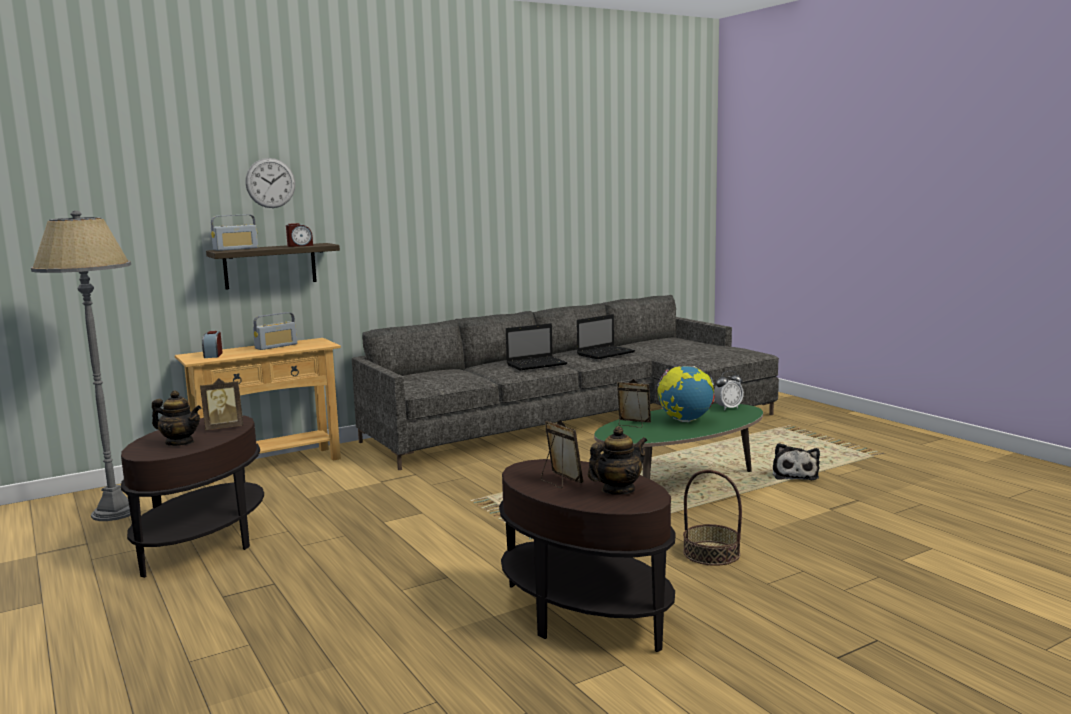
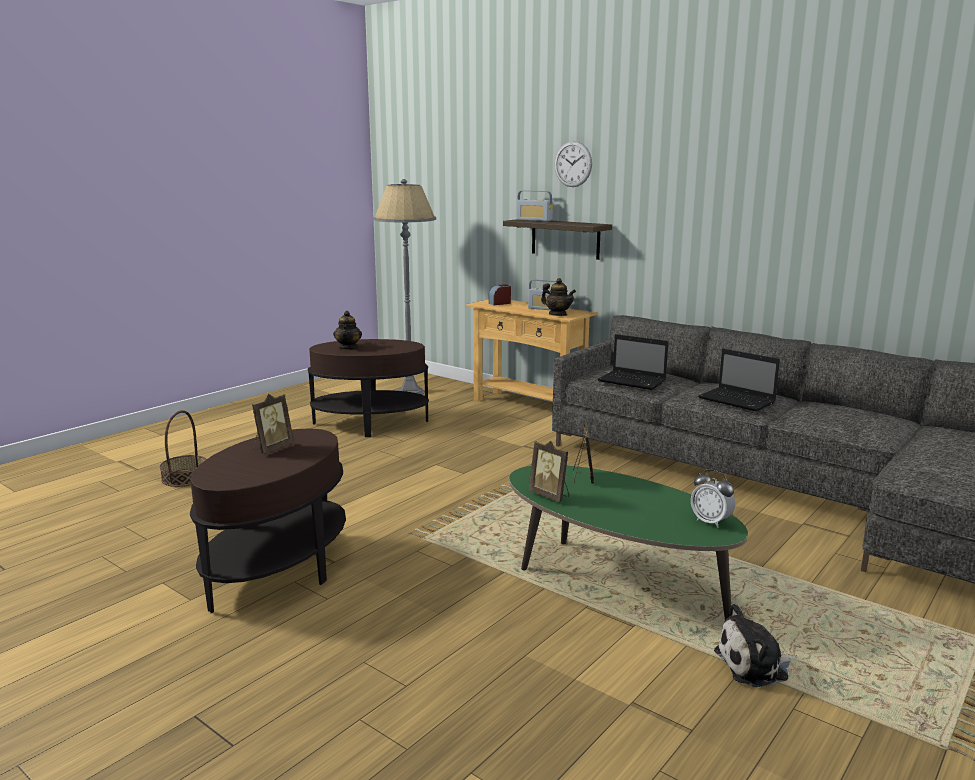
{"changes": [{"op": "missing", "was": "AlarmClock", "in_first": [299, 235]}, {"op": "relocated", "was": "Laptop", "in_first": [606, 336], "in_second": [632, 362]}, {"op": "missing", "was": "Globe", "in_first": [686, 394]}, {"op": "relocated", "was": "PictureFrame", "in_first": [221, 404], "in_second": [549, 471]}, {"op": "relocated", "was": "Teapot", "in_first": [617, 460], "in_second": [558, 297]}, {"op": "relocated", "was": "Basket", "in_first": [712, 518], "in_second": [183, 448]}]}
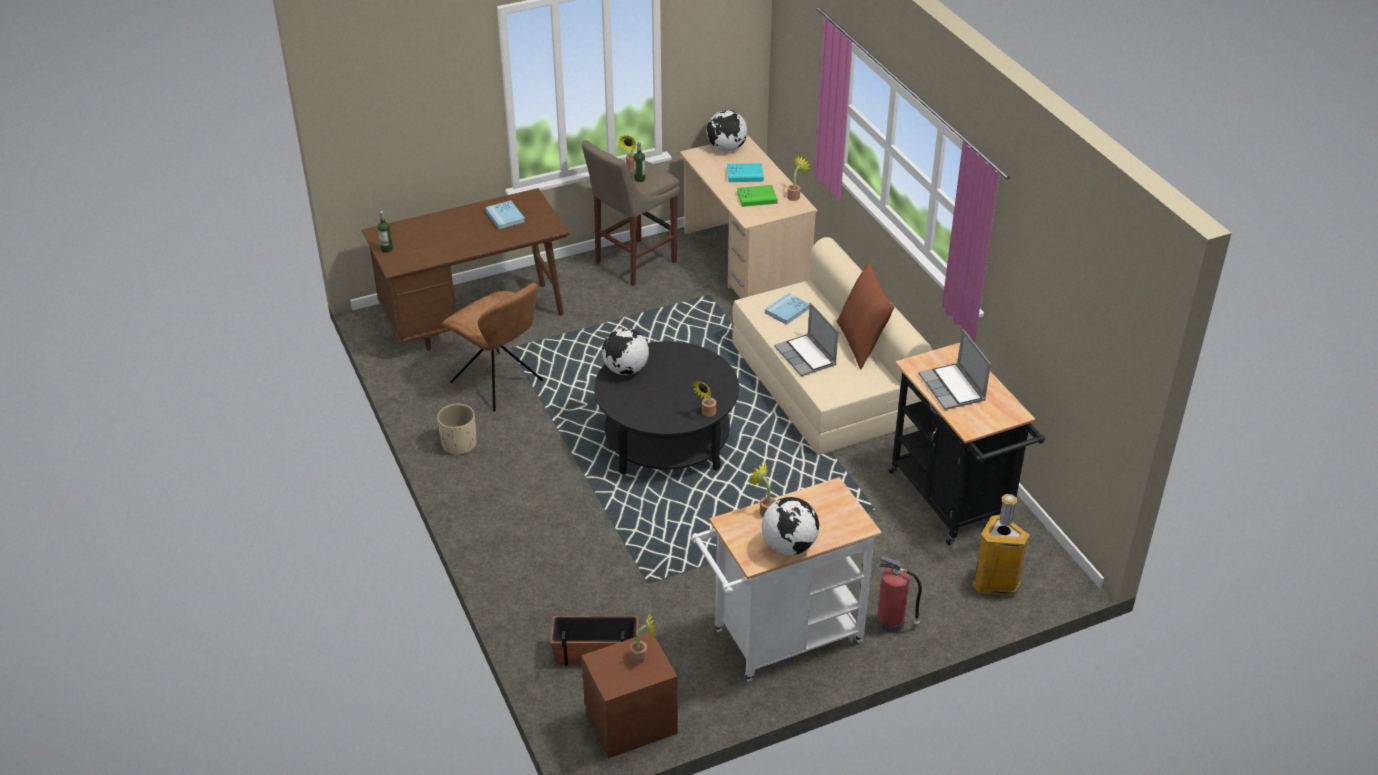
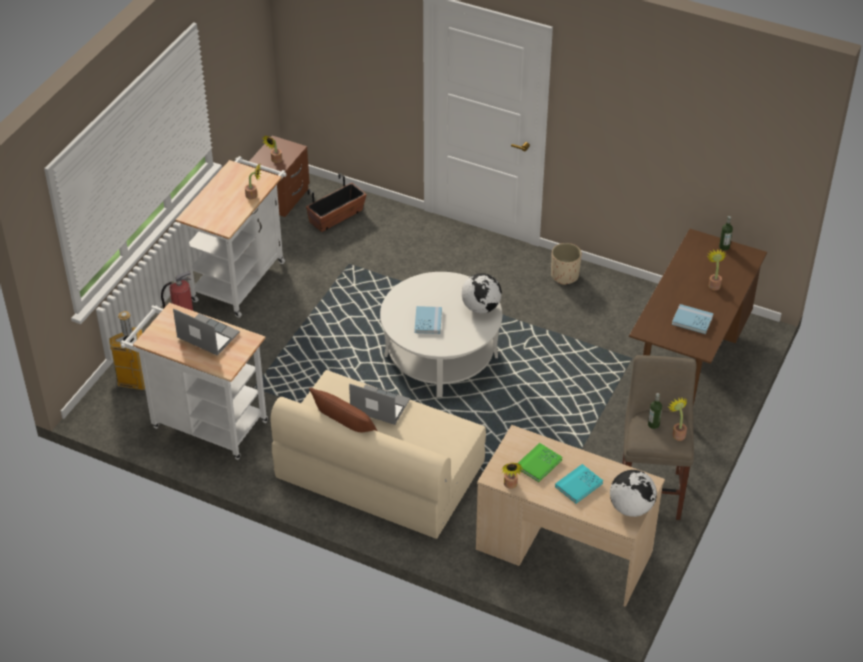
{"changes": [{"op": "missing", "was": "BrownChair", "in_first": [492, 346]}, {"op": "relocated", "was": "BlueBook", "in_first": [787, 309], "in_second": [428, 320]}, {"op": "colour", "was": "BlackCoffeeTable", "now": "WhiteCoffeeTable", "in_first": [666, 408], "in_second": [441, 334]}, {"op": "colour", "was": "BlackCart", "now": "WhiteCart", "in_first": [967, 444], "in_second": [194, 381]}, {"op": "relocated", "was": "PottedPlant", "in_first": [704, 399], "in_second": [716, 270]}, {"op": "missing", "was": "Globe", "in_first": [790, 526]}]}
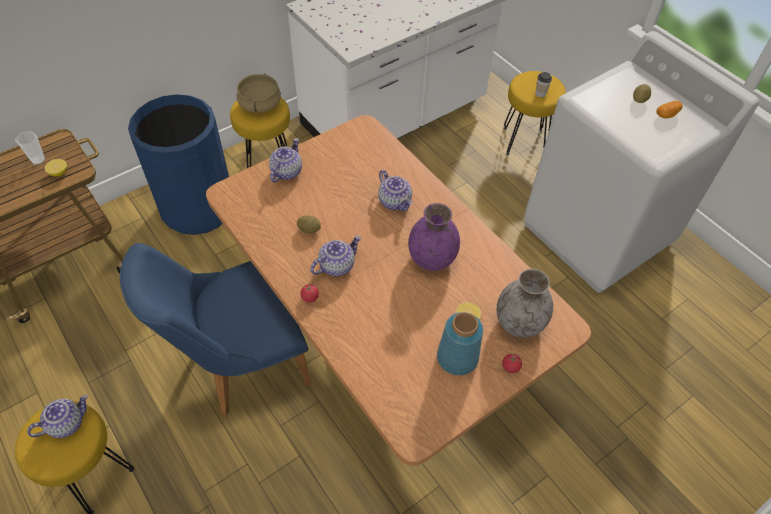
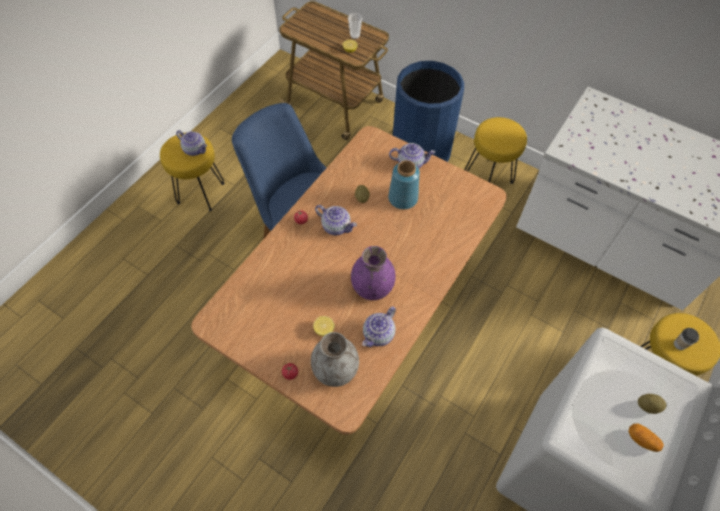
{"changes": [{"op": "missing", "was": "BeigeCookingPot", "in_first": [258, 93]}, {"op": "relocated", "was": "Teapot", "in_first": [395, 190], "in_second": [379, 326]}, {"op": "relocated", "was": "BlueVase", "in_first": [460, 343], "in_second": [404, 184]}]}
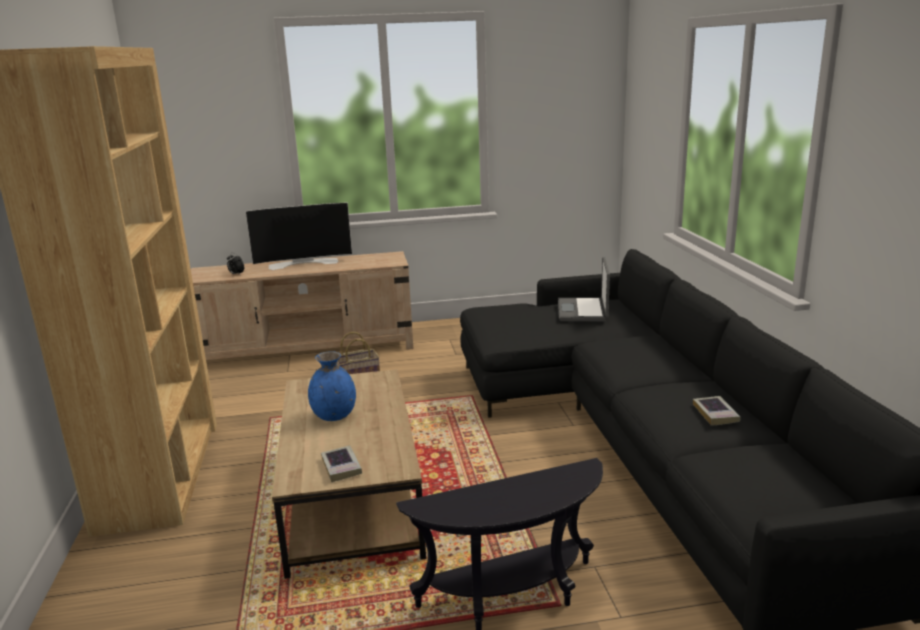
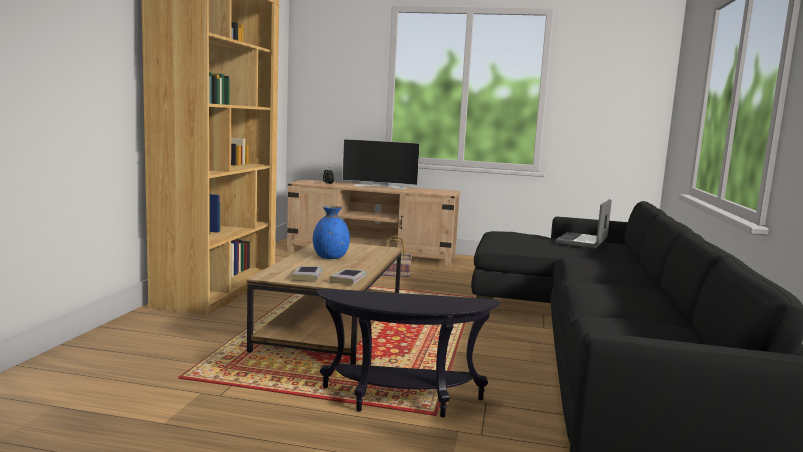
{"changes": [{"op": "relocated", "was": "Book", "in_first": [717, 411], "in_second": [348, 276]}]}
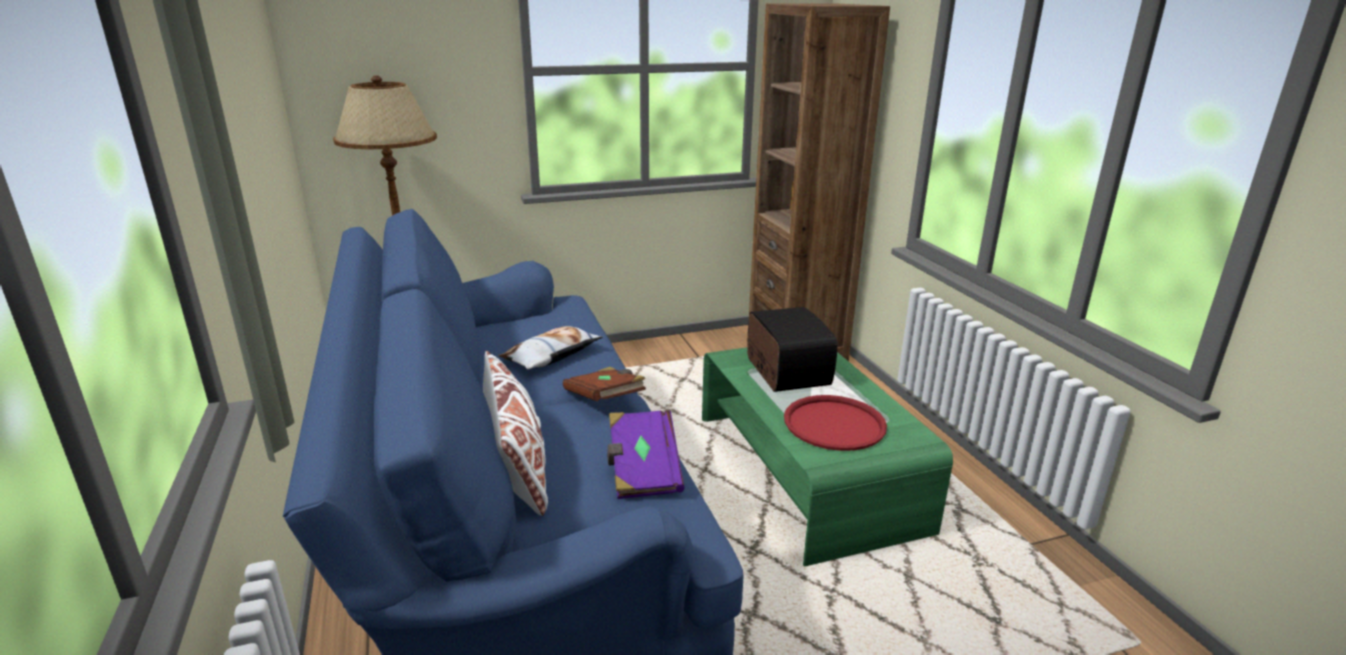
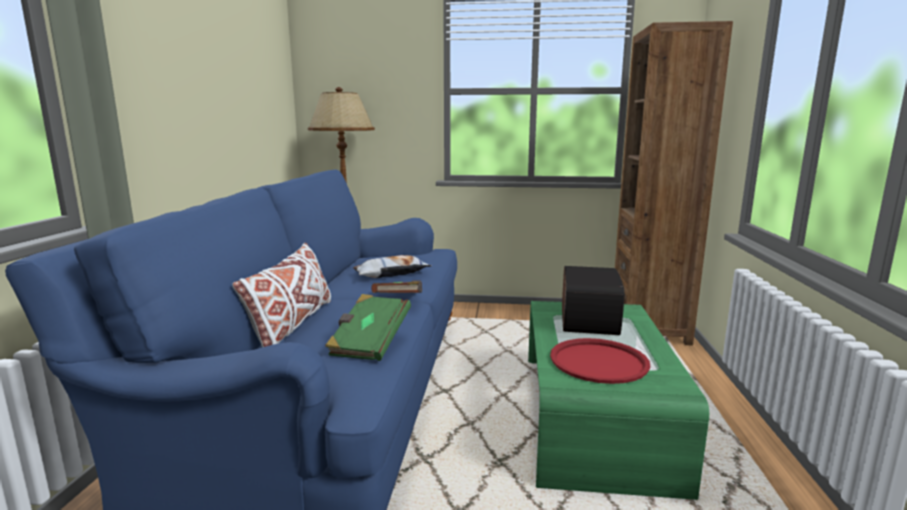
{"changes": [{"op": "colour", "was": "PurpleBook", "now": "GreenBook", "in_first": [646, 454], "in_second": [368, 327]}]}
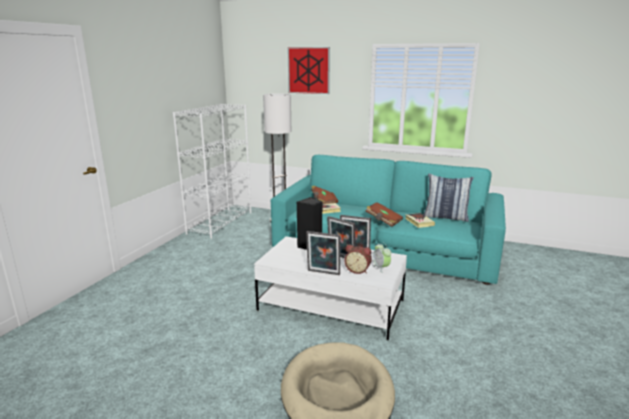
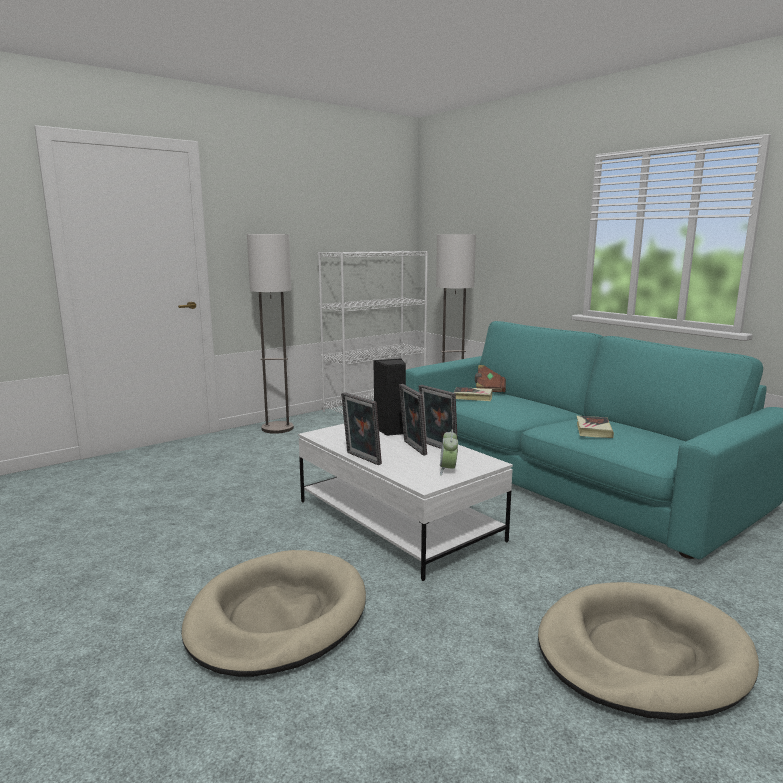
{"changes": [{"op": "missing", "was": "Picture", "in_first": [309, 70]}, {"op": "missing", "was": "Pillow", "in_first": [449, 197]}, {"op": "missing", "was": "BrownBook", "in_first": [384, 214]}, {"op": "missing", "was": "AlarmClock", "in_first": [358, 259]}, {"op": "appeared", "now": "FloorLamp", "in_second": [270, 334]}, {"op": "appeared", "now": "BeigeDogBed", "in_second": [648, 651]}]}
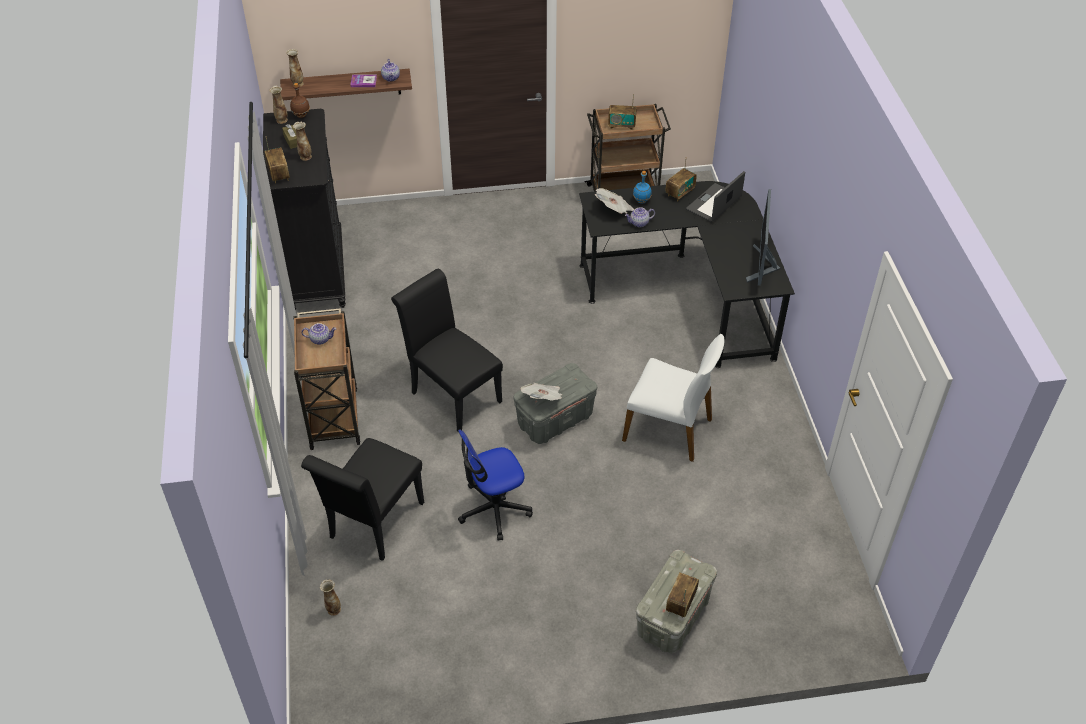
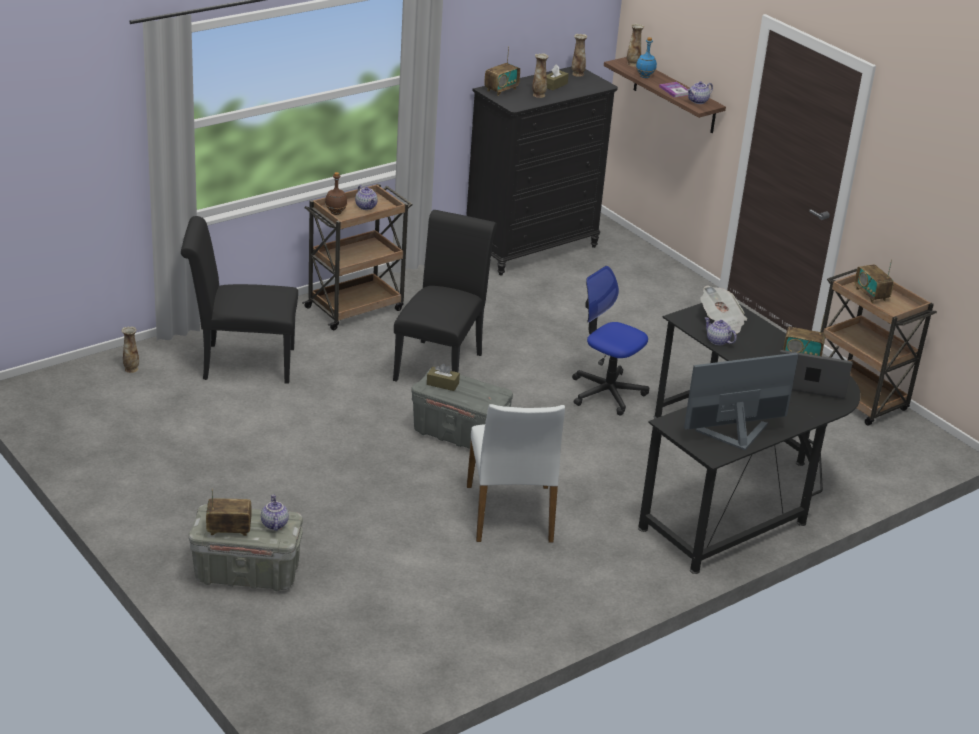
{"changes": [{"op": "relocated", "was": "BrownBottle", "in_first": [300, 100], "in_second": [336, 193]}, {"op": "relocated", "was": "BlueBottle", "in_first": [642, 187], "in_second": [646, 57]}, {"op": "exchanged", "was": "Newspaper", "now": "BrownTissueBox", "in_first": [541, 392], "in_second": [443, 377]}, {"op": "relocated", "was": "OfficeChair", "in_first": [495, 485], "in_second": [610, 340]}, {"op": "appeared", "now": "Teapot", "in_second": [275, 512]}]}
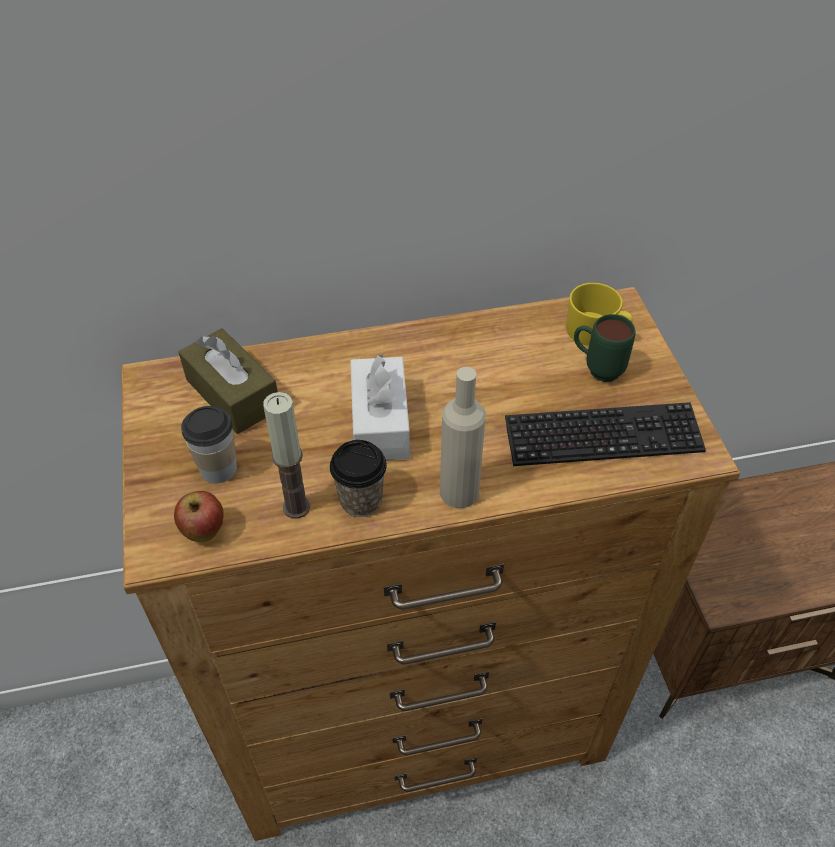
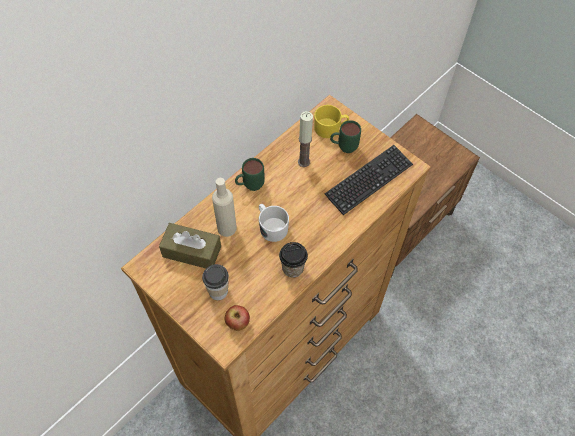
{"changes": [{"op": "exchanged", "was": "WhiteTissueBox", "now": "WhiteMug", "in_first": [380, 407], "in_second": [274, 223]}, {"op": "relocated", "was": "BeigeBottle", "in_first": [463, 437], "in_second": [224, 207]}, {"op": "relocated", "was": "Candle", "in_first": [286, 455], "in_second": [305, 139]}, {"op": "appeared", "now": "GreenMug", "in_second": [250, 174]}]}
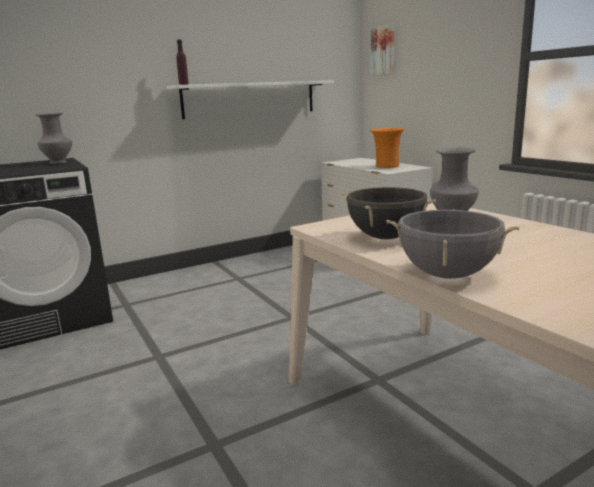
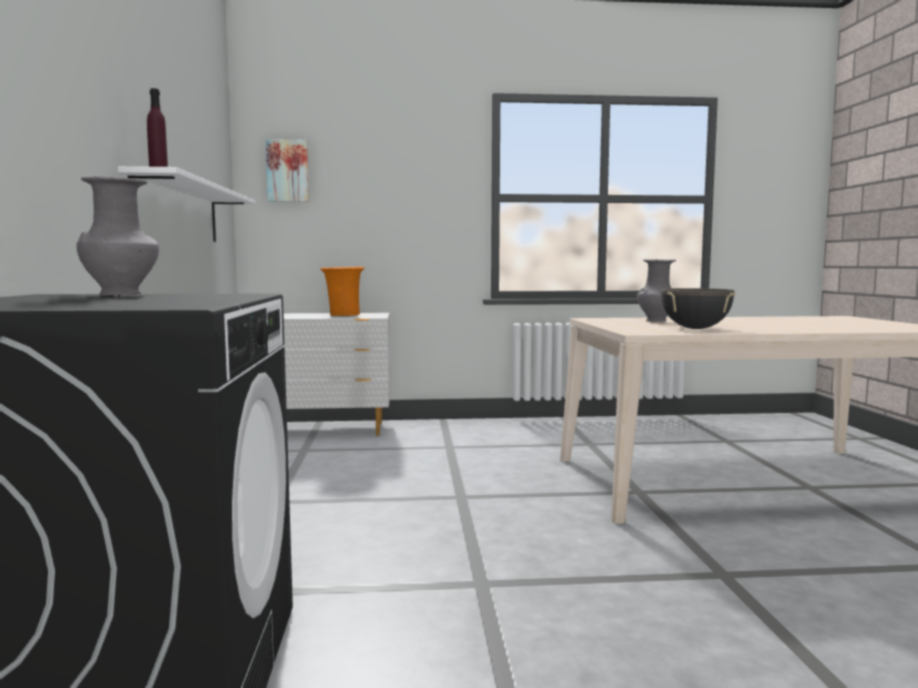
{"changes": [{"op": "missing", "was": "GreyCookingPot", "in_first": [453, 244]}]}
